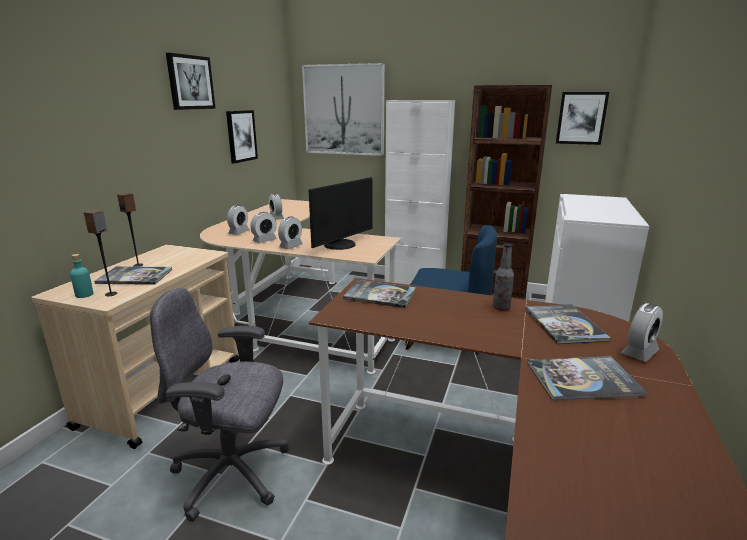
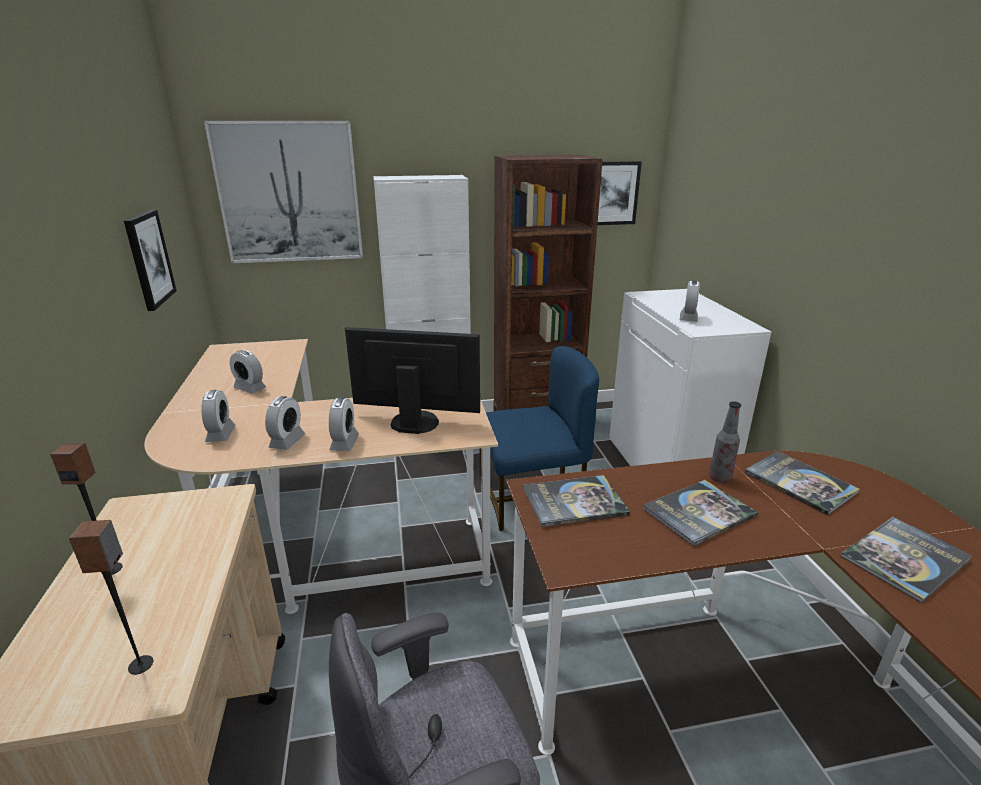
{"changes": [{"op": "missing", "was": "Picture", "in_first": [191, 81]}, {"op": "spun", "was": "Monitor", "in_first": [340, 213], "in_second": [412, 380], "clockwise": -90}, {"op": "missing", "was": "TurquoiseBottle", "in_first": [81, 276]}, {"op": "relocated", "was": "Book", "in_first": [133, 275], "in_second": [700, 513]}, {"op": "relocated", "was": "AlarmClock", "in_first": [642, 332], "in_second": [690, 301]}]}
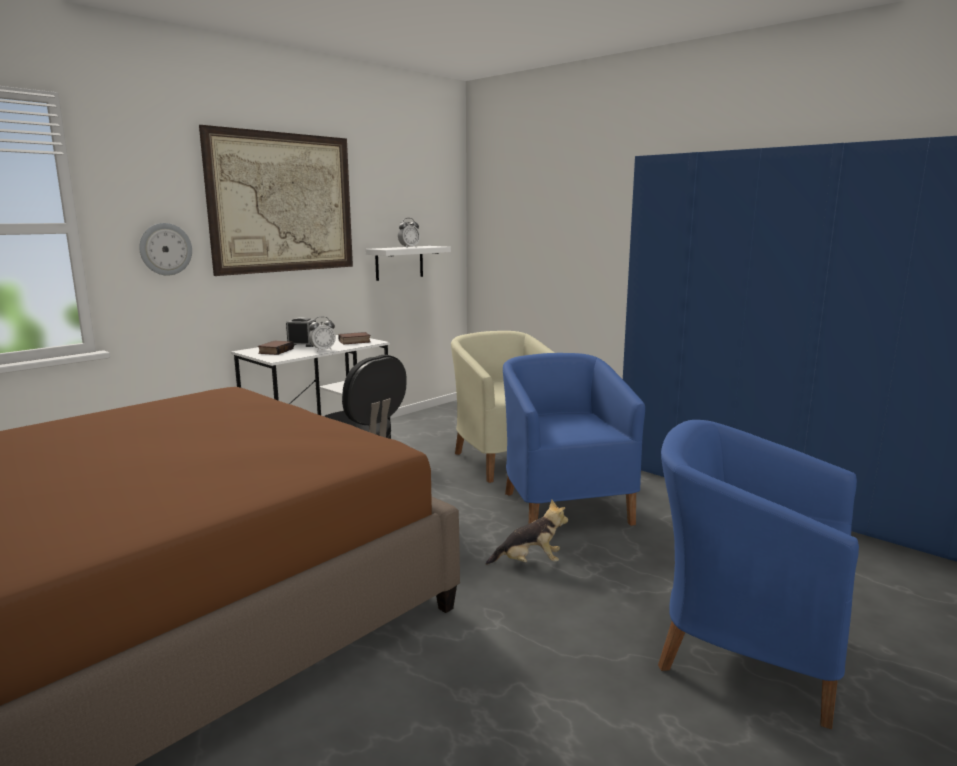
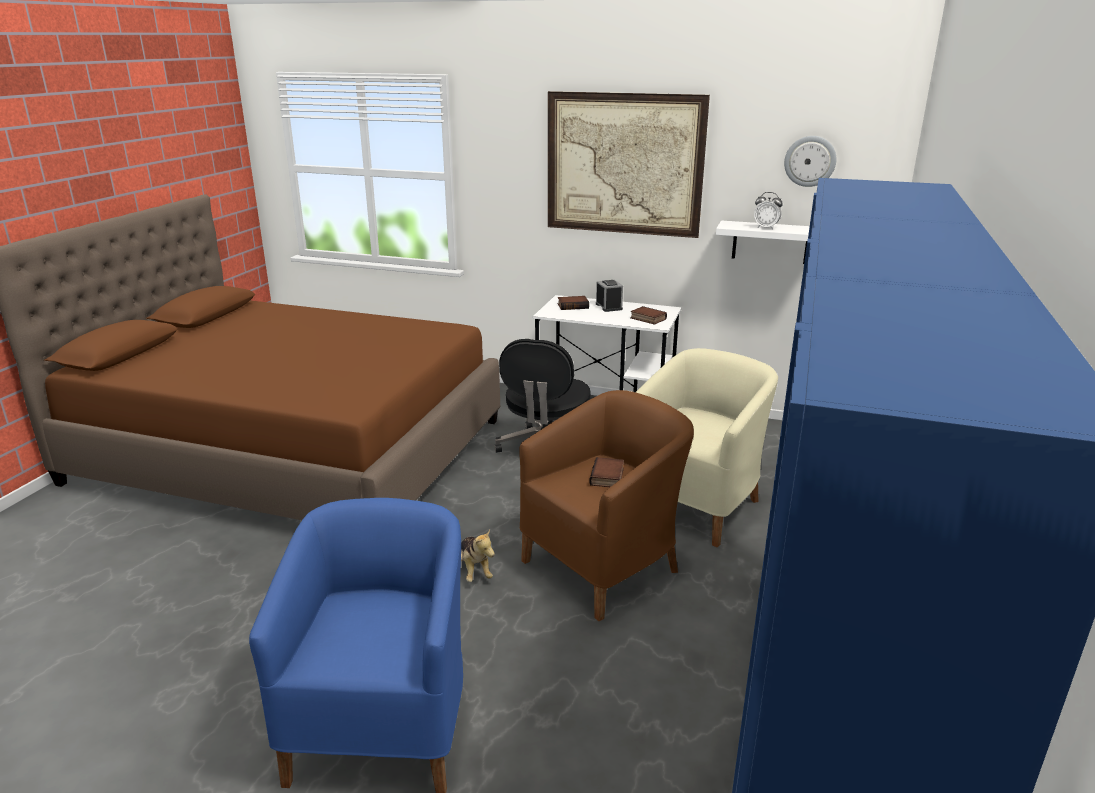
{"changes": [{"op": "relocated", "was": "WallClock", "in_first": [165, 249], "in_second": [810, 161]}, {"op": "missing", "was": "AlarmClock", "in_first": [322, 334]}, {"op": "colour", "was": "BlueArmchair", "now": "BrownArmchair", "in_first": [574, 439], "in_second": [606, 505]}, {"op": "appeared", "now": "Book", "in_second": [606, 472]}]}
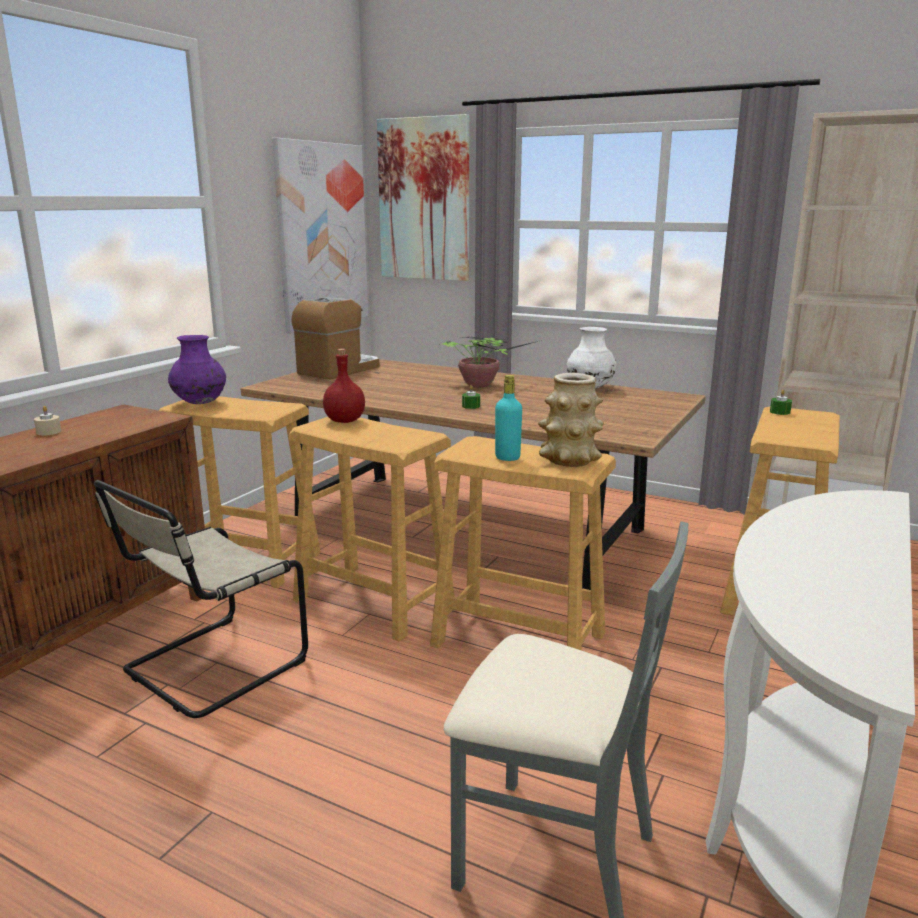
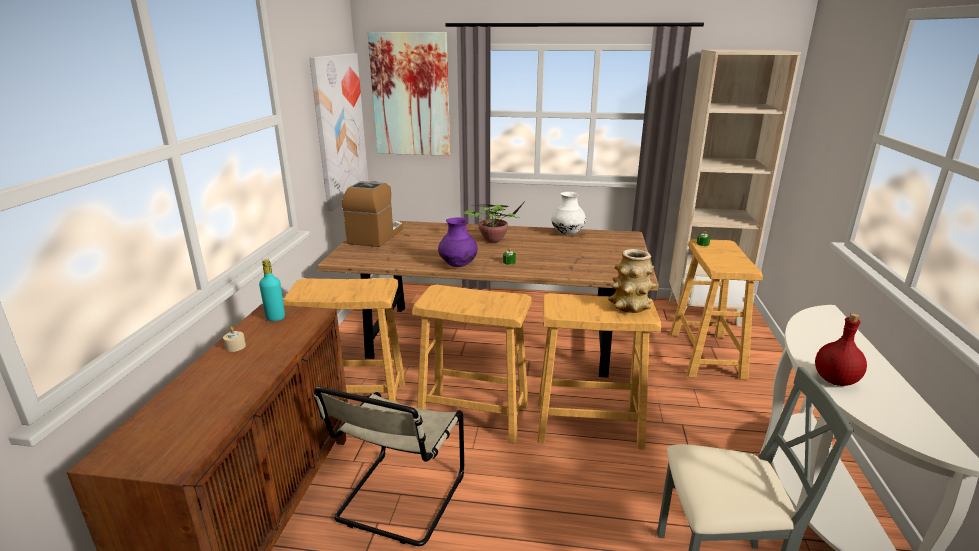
{"changes": [{"op": "relocated", "was": "PurpleVase", "in_first": [197, 369], "in_second": [458, 242]}, {"op": "relocated", "was": "RedBottle", "in_first": [344, 386], "in_second": [841, 349]}, {"op": "relocated", "was": "TurquoiseBottle", "in_first": [508, 418], "in_second": [272, 290]}]}
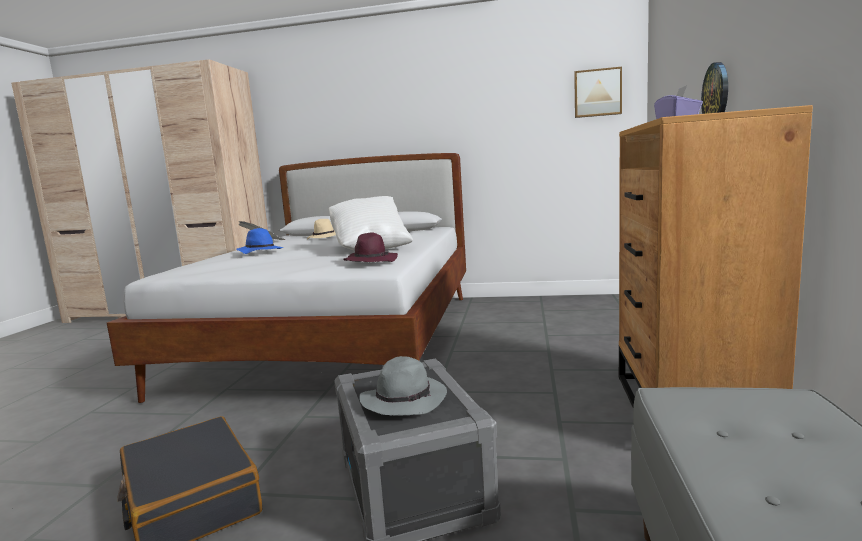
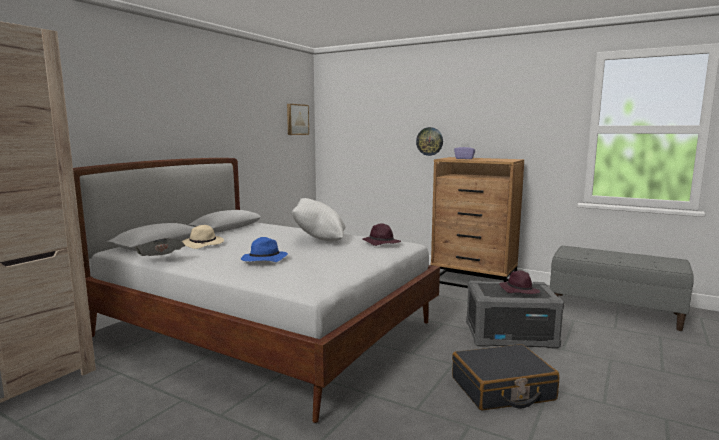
{"changes": [{"op": "colour", "was": "GreyHat", "now": "PurpleHat", "in_first": [403, 385], "in_second": [519, 282]}]}
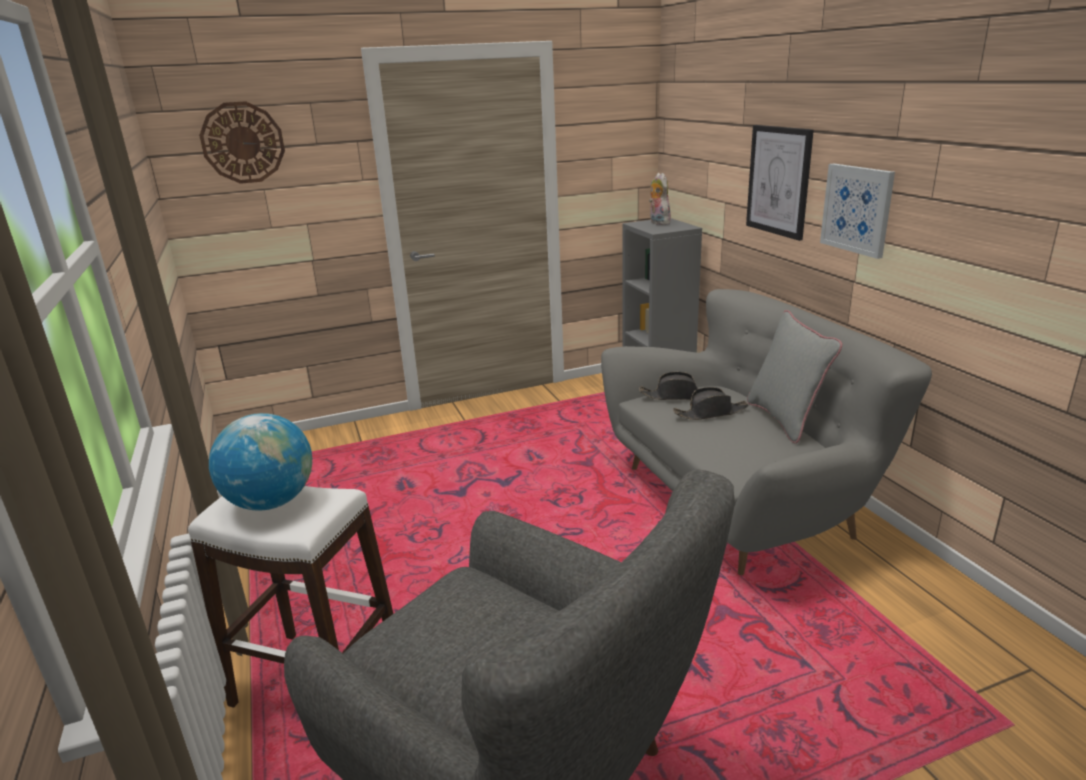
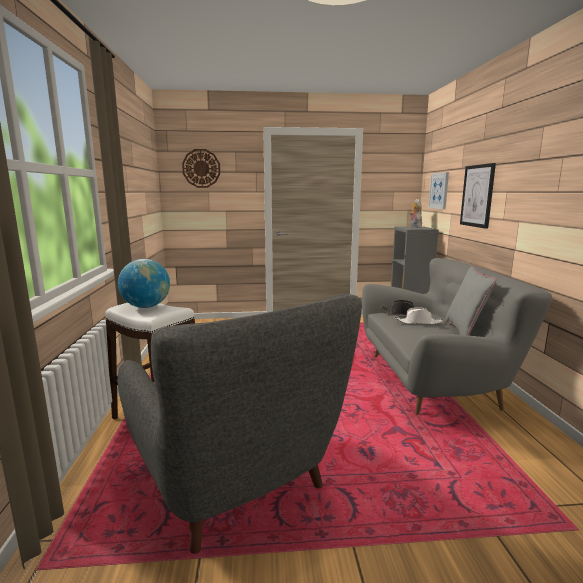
{"changes": [{"op": "relocated", "was": "Picture", "in_first": [857, 211], "in_second": [438, 190]}, {"op": "colour", "was": "BlackHat", "now": "WhiteHat", "in_first": [711, 403], "in_second": [419, 315]}]}
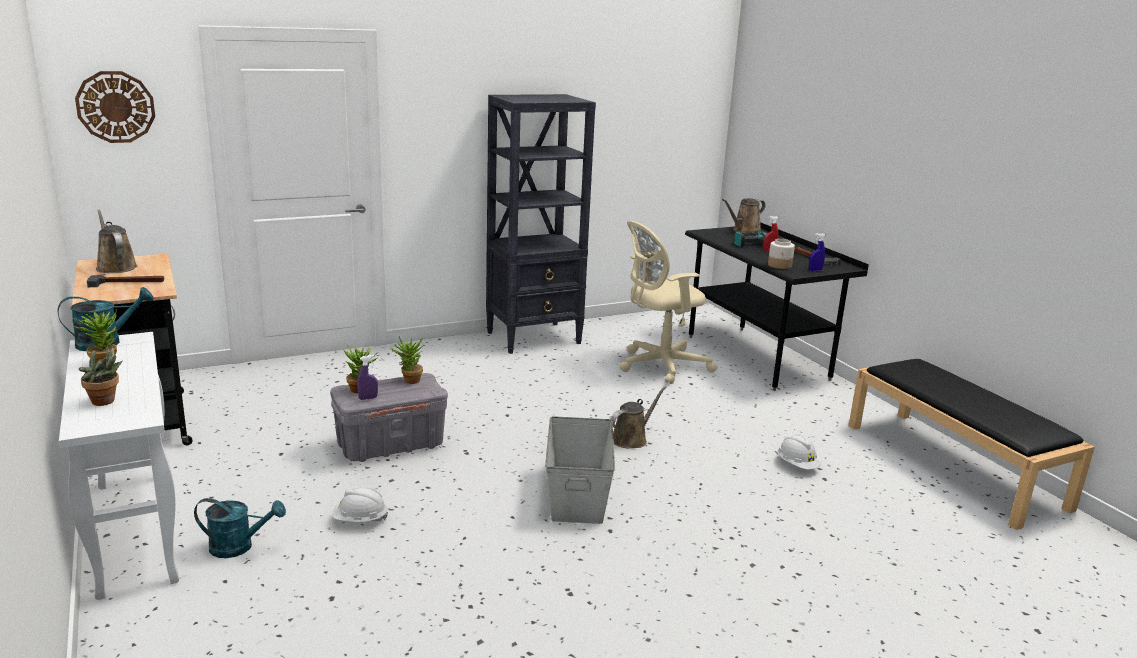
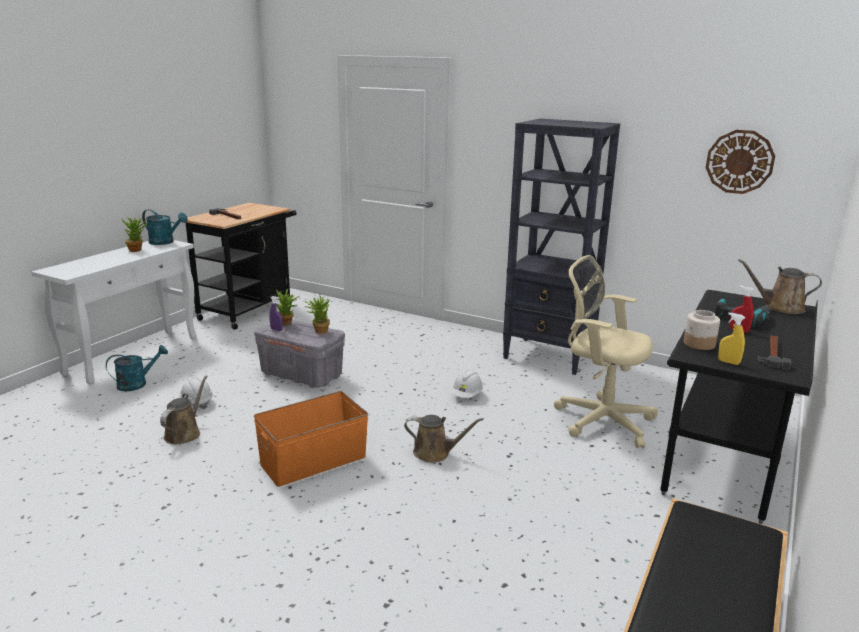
{"changes": [{"op": "relocated", "was": "WallClock", "in_first": [115, 107], "in_second": [740, 162]}, {"op": "relocated", "was": "BrownWateringCan", "in_first": [117, 241], "in_second": [184, 409]}, {"op": "colour", "was": "BlueSprayBottle", "now": "YellowSprayBottle", "in_first": [817, 252], "in_second": [731, 338]}, {"op": "missing", "was": "PottedPlant", "in_first": [100, 375]}, {"op": "colour", "was": "GreyStorageBox", "now": "OrangeStorageBox", "in_first": [580, 470], "in_second": [311, 439]}, {"op": "relocated", "was": "WhiteHardHat", "in_first": [799, 451], "in_second": [467, 384]}, {"op": "spun", "was": "TurquoiseWateringCan", "in_first": [240, 528], "in_second": [137, 368], "clockwise": -90}]}
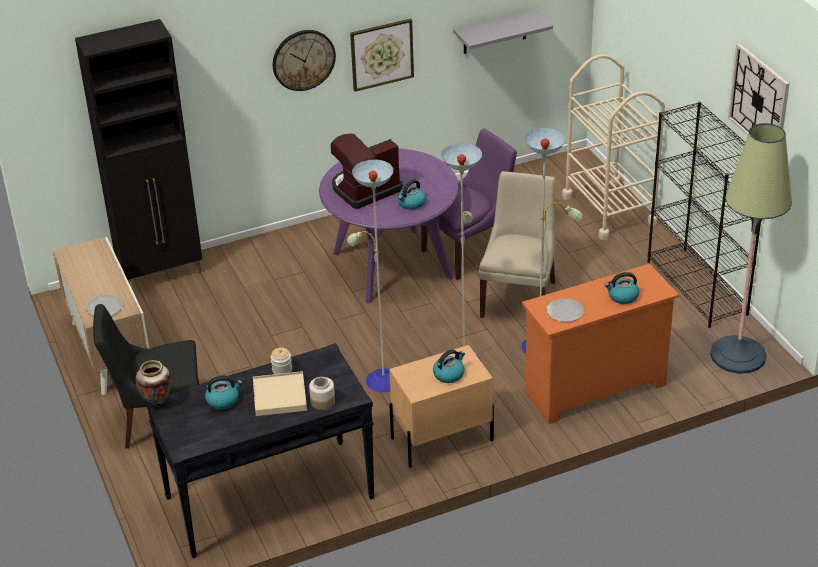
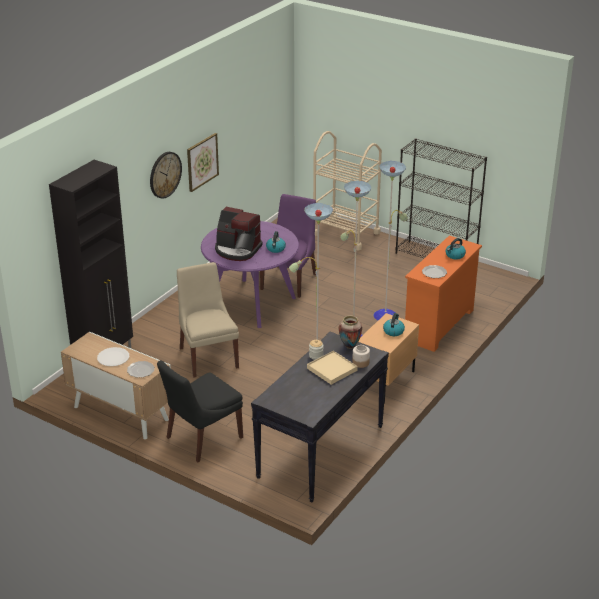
{"changes": [{"op": "missing", "was": "GreyShelf", "in_first": [503, 32]}, {"op": "missing", "was": "WallClock", "in_first": [759, 89]}, {"op": "missing", "was": "FloorLamp", "in_first": [751, 248]}, {"op": "spun", "was": "CoffeeMachine", "in_first": [367, 171], "in_second": [239, 234], "clockwise": -90}, {"op": "relocated", "was": "BeigeChair", "in_first": [517, 244], "in_second": [208, 320]}, {"op": "relocated", "was": "Vase", "in_first": [153, 383], "in_second": [350, 332]}, {"op": "missing", "was": "Kettle", "in_first": [223, 392]}, {"op": "appeared", "now": "WhitePlate", "in_second": [113, 356]}]}
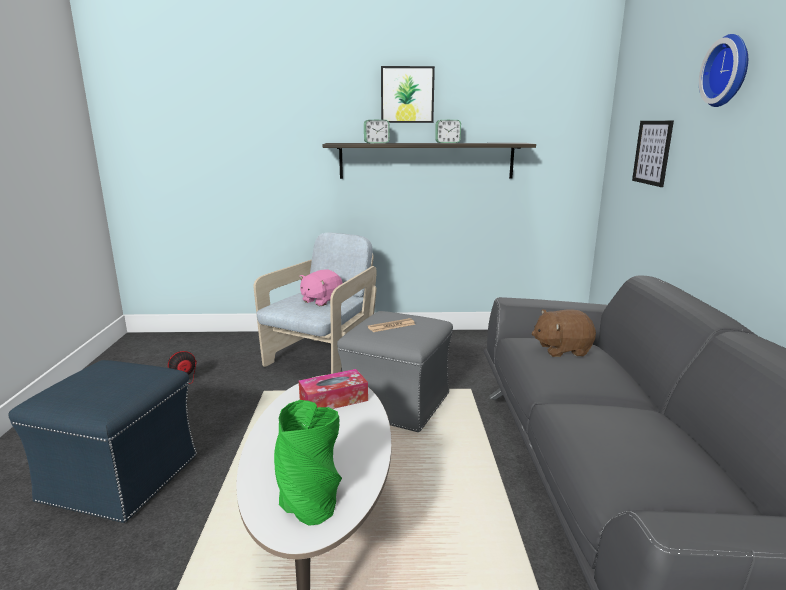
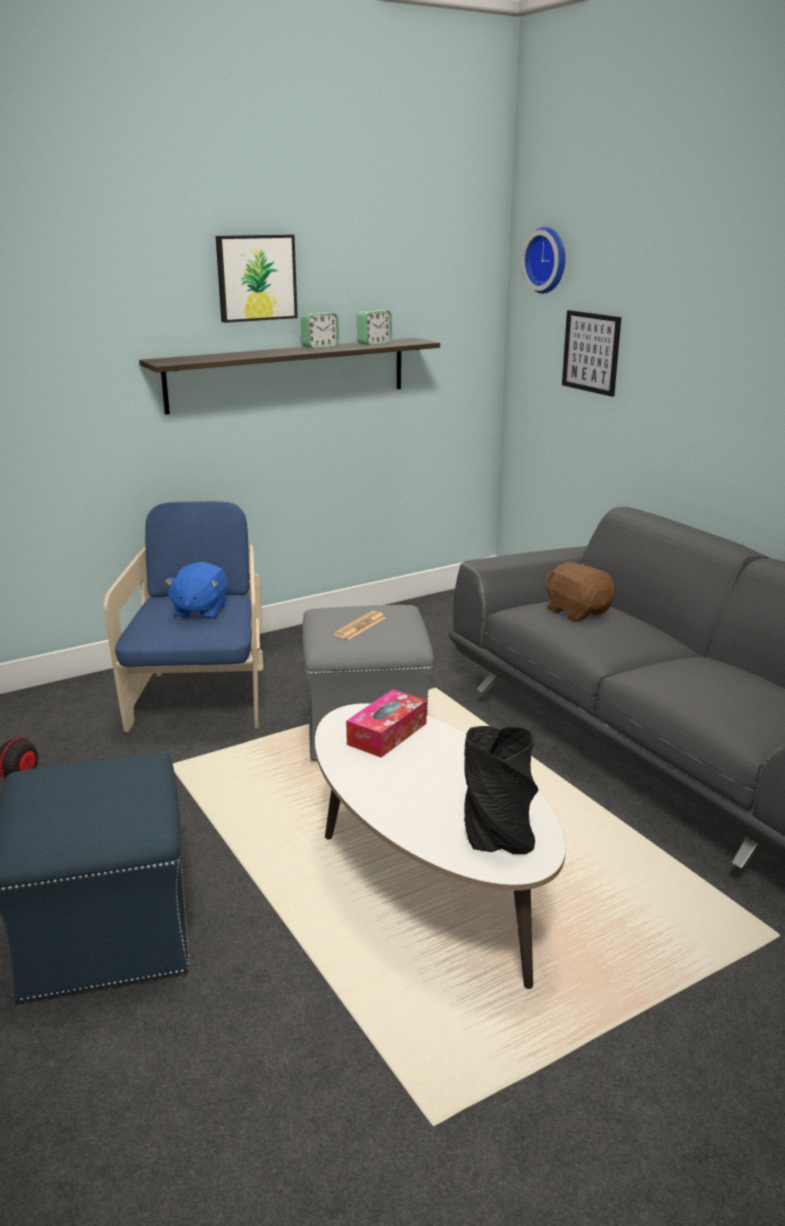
{"changes": [{"op": "relocated", "was": "WallClock", "in_first": [723, 70], "in_second": [543, 260]}, {"op": "relocated", "was": "AlarmClock", "in_first": [377, 131], "in_second": [374, 327]}, {"op": "colour", "was": "BeigeArmchair", "now": "BlueArmchair", "in_first": [315, 303], "in_second": [183, 617]}, {"op": "colour", "was": "PinkPlushToy", "now": "BluePlushToy", "in_first": [321, 287], "in_second": [196, 591]}, {"op": "spun", "was": "BrownPlushToy", "in_first": [564, 333], "in_second": [580, 592], "clockwise": 90}, {"op": "colour", "was": "GreenVase", "now": "BlackVase", "in_first": [308, 463], "in_second": [501, 790]}]}
